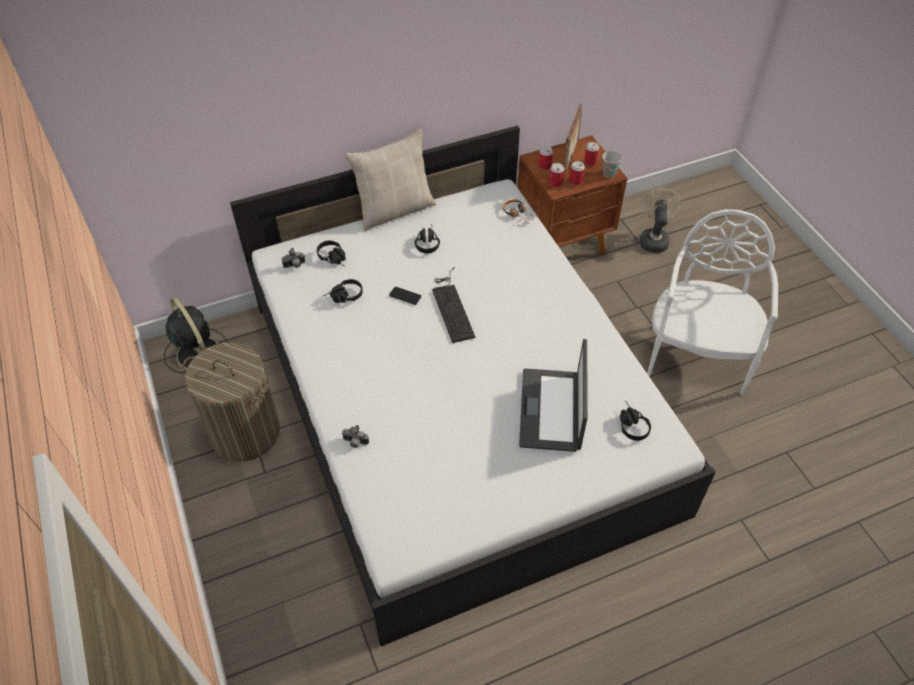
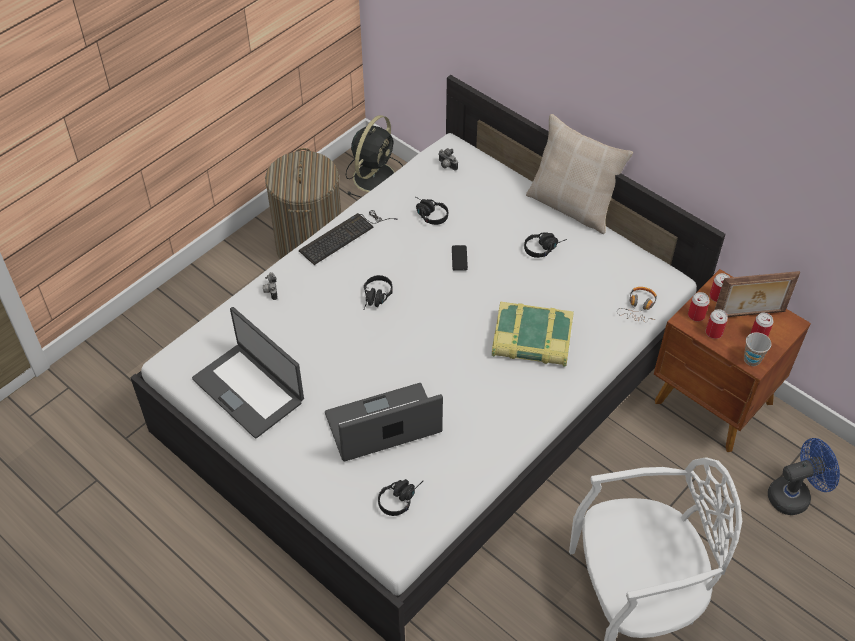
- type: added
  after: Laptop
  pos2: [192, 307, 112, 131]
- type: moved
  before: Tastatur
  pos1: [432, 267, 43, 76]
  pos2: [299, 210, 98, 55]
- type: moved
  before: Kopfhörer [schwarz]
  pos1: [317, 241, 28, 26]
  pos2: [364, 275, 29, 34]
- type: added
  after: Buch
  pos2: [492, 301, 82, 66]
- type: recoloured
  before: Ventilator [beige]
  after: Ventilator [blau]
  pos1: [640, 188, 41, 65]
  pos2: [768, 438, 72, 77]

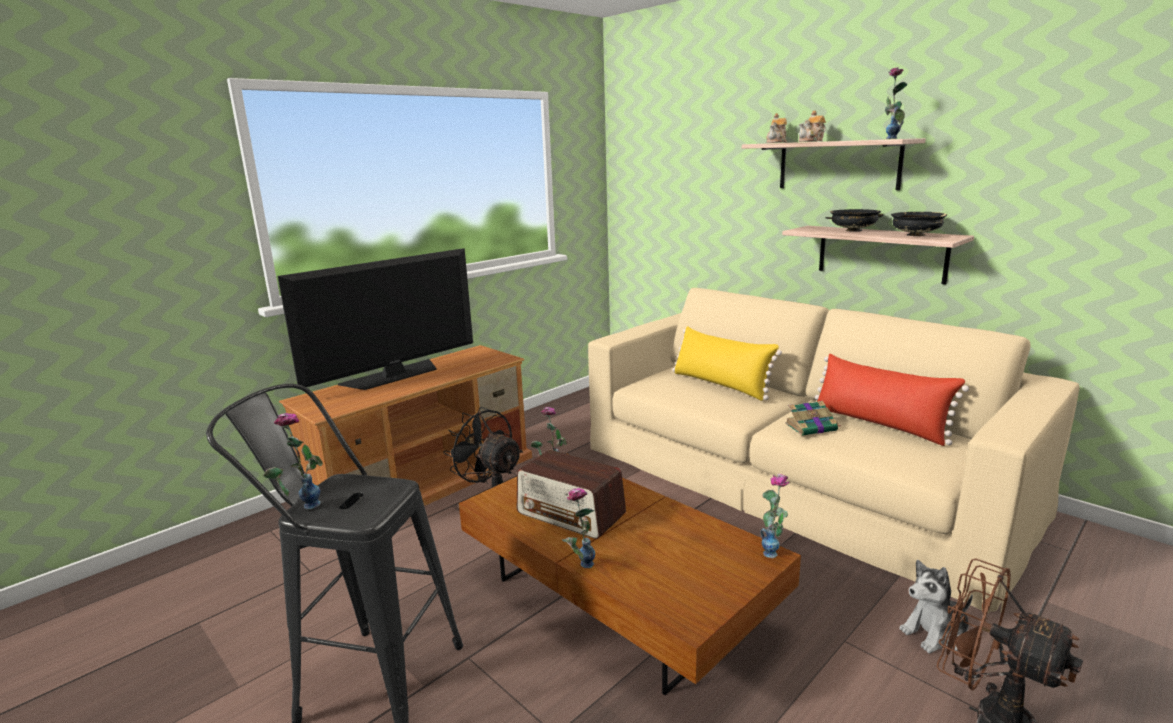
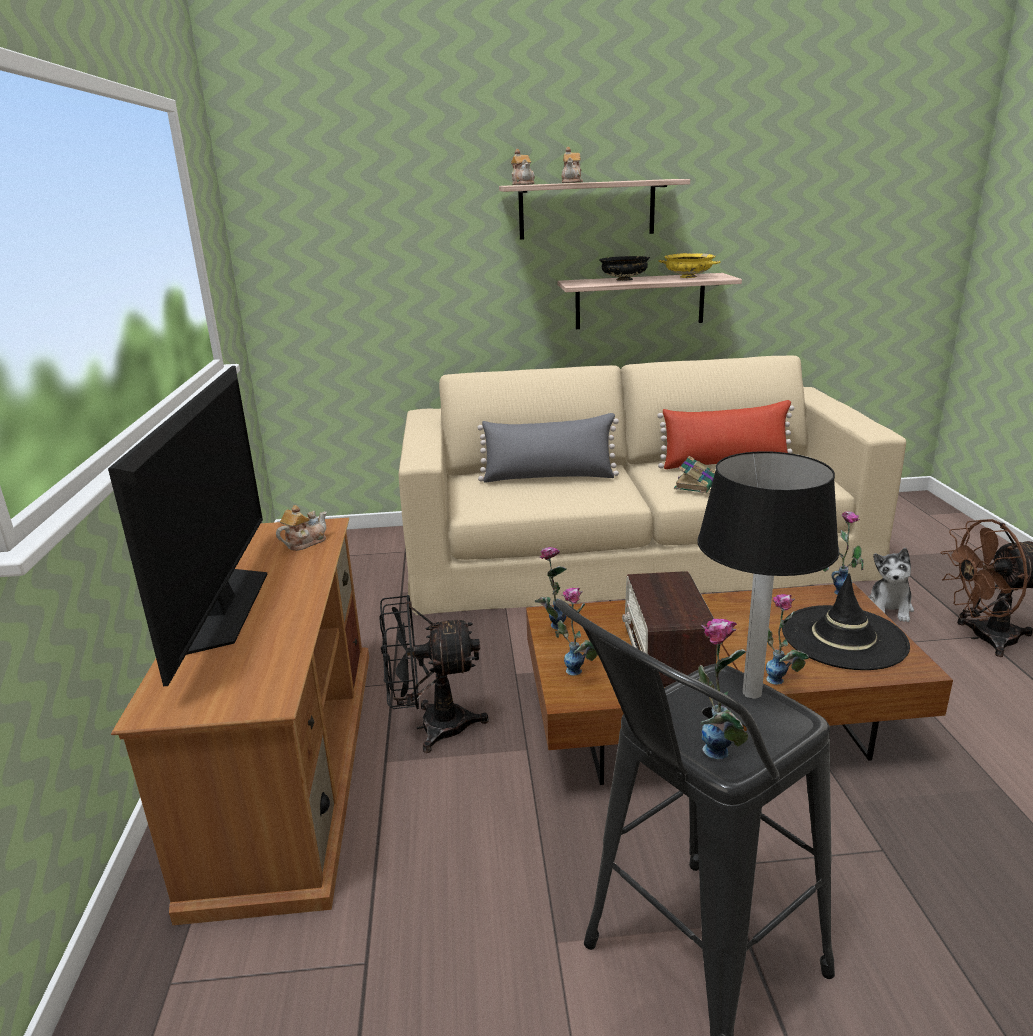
- type: added
  after: Teekanne
  pos2: [276, 505, 51, 46]
- type: recoloured
  before: Kissen [gelb]
  after: Kissen [grau]
  pos1: [672, 326, 110, 75]
  pos2: [477, 413, 142, 69]
- type: moved
  before: Vase
  pos1: [885, 67, 22, 72]
  pos2: [555, 588, 43, 88]
- type: turned
  before: Radio
  pos1: [517, 450, 109, 89]
  pos2: [622, 571, 95, 116]
  turn: 105
- type: recoloured
  before: Schüssel [schwarz]
  after: Schüssel [gelb]
  pos1: [891, 212, 56, 24]
  pos2: [659, 253, 62, 25]
- type: added
  after: Tischlampe
  pos2: [697, 451, 142, 248]
- type: added
  after: Hut [schwarz]
  pos2: [782, 573, 128, 97]

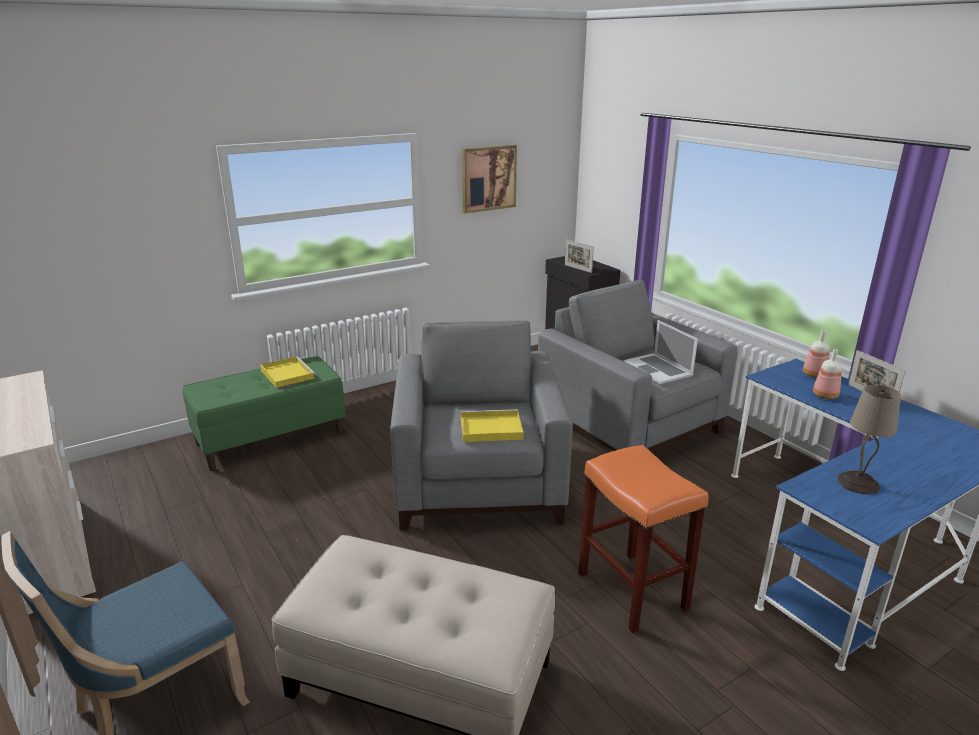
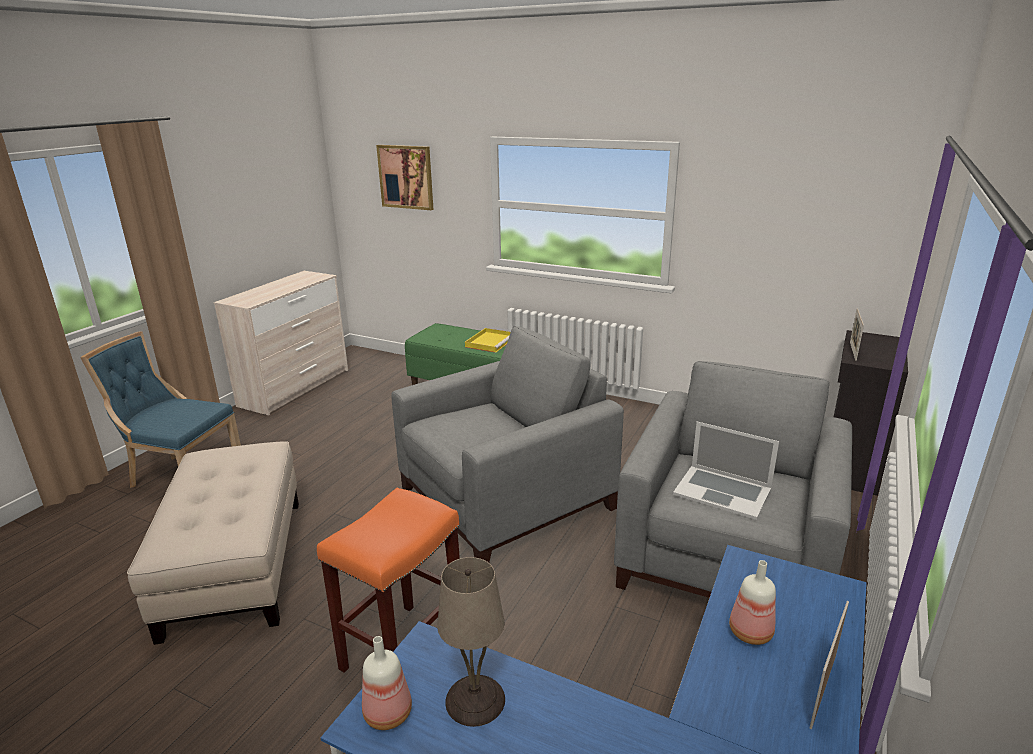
- type: moved
  before: Flasche
  pos1: [803, 331, 27, 47]
  pos2: [362, 636, 50, 94]
- type: moved
  before: Bild
  pos1: [462, 145, 55, 69]
  pos2: [376, 145, 58, 65]
- type: turned
  before: Laptop
  pos1: [623, 320, 75, 64]
  pos2: [673, 421, 106, 99]
  turn: -90
- type: removed
  before: Tablett [gelb]
  pos1: [461, 409, 63, 33]

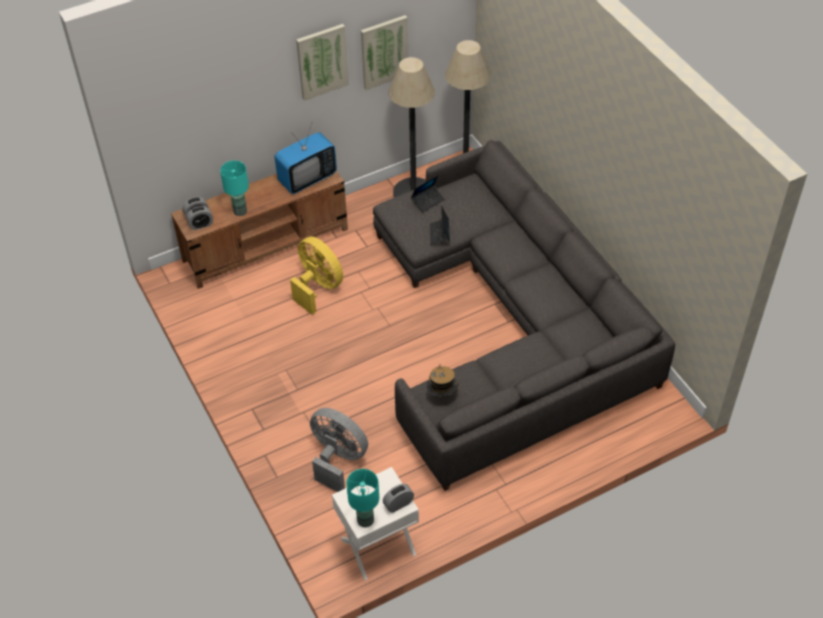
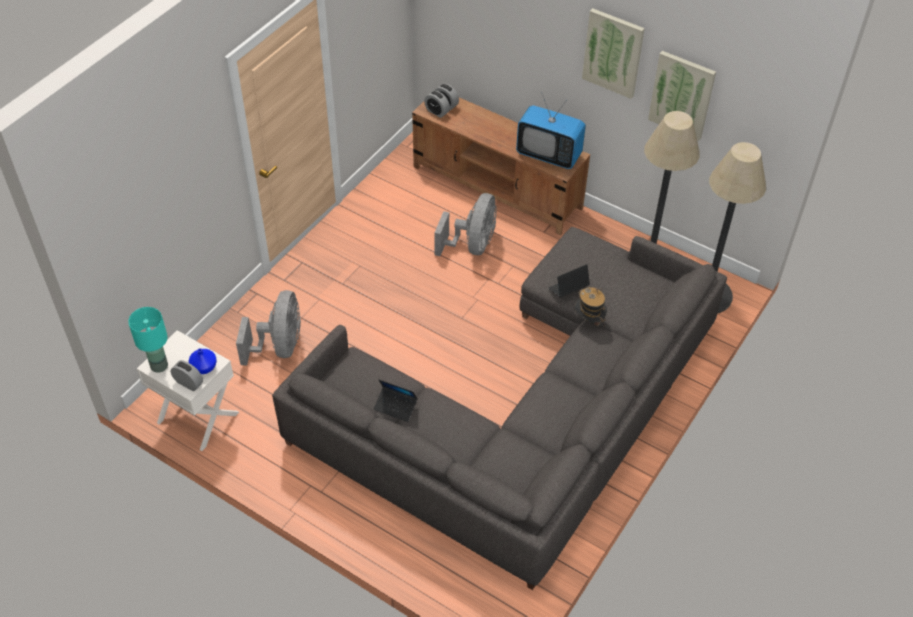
- type: added
  after: Vase [blau]
  pos2: [189, 348, 28, 26]
- type: moved
  before: Laptop
  pos1: [411, 176, 34, 37]
  pos2: [374, 380, 44, 42]
- type: recoloured
  before: Ventilator [gelb]
  after: Ventilator [grau]
  pos1: [290, 237, 53, 78]
  pos2: [434, 193, 63, 63]
- type: moved
  before: Hut
  pos1: [426, 365, 33, 32]
  pos2: [574, 287, 33, 40]
- type: removed
  before: Tischlampe [türkis]
  pos1: [220, 160, 29, 56]

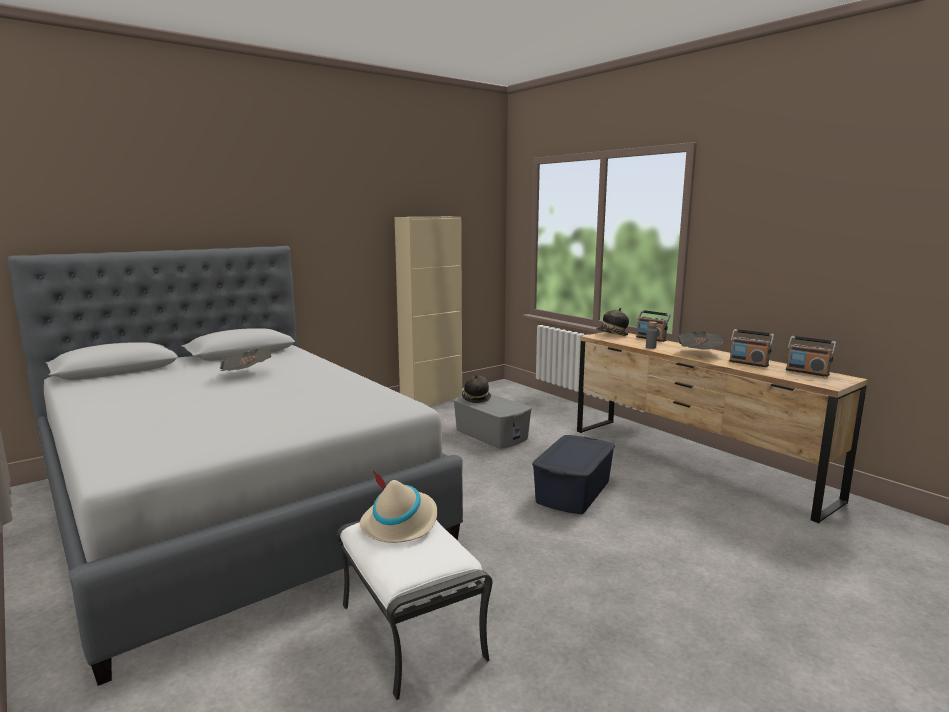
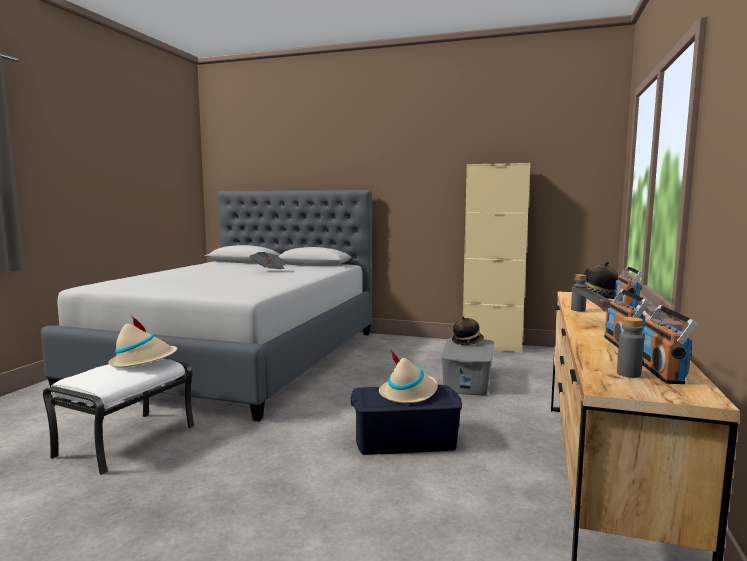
- type: added
  after: Hut [beige]
  pos2: [379, 351, 59, 52]
- type: added
  after: Flasche [grau]
  pos2: [617, 317, 27, 61]

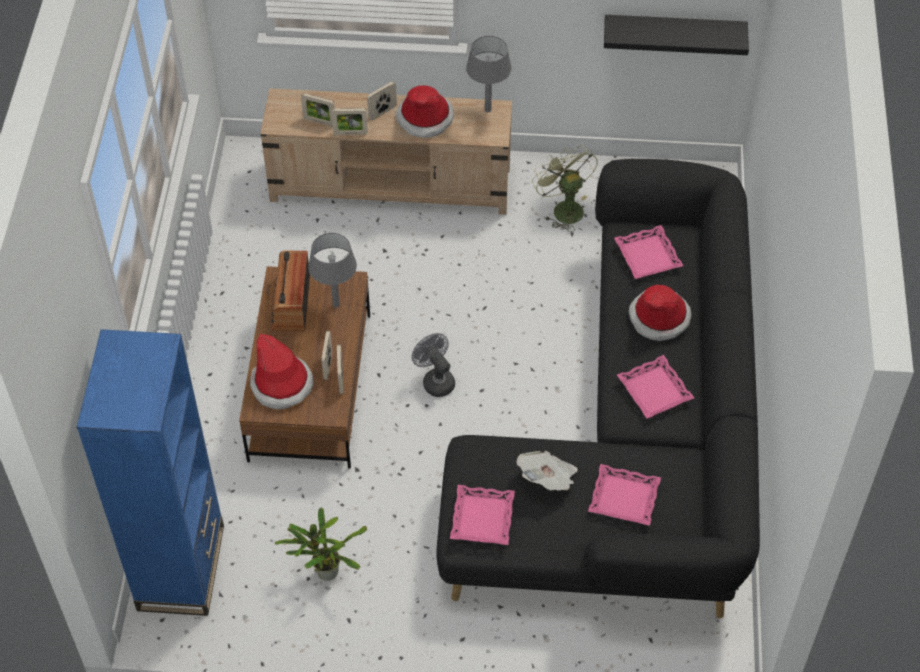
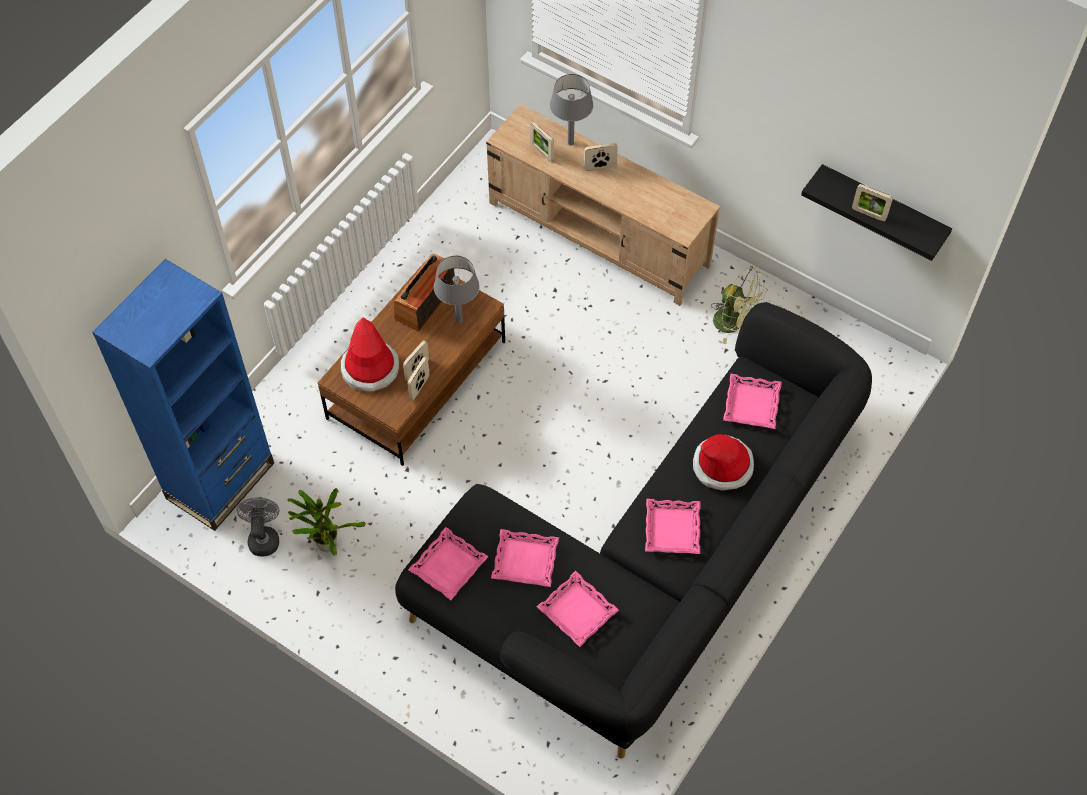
- type: moved
  before: Ventilator [grau]
  pos1: [412, 333, 43, 64]
  pos2: [237, 497, 42, 60]
- type: replaced
  before: Zeitung
  after: Tablett [rosa]
  pos1: [516, 451, 62, 39]
  pos2: [491, 529, 68, 58]
- type: moved
  before: Tischlampe [grau]
  pos1: [466, 36, 45, 76]
  pos2: [550, 74, 43, 71]
- type: turned
  before: Ventilator [grün]
  pos1: [532, 144, 66, 88]
  pos2: [711, 266, 57, 78]
  turn: 120
- type: moved
  before: Bilderrahmen
  pos1: [332, 108, 36, 27]
  pos2: [852, 184, 41, 37]
- type: removed
  before: Hut
  pos1: [396, 85, 58, 53]

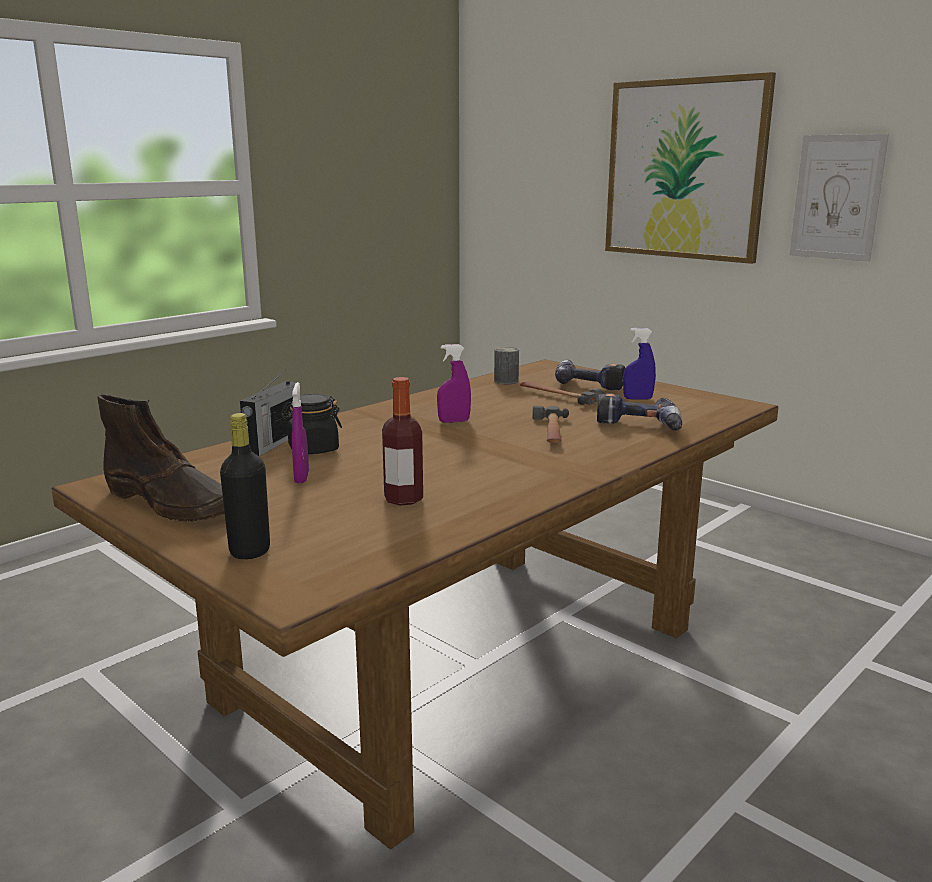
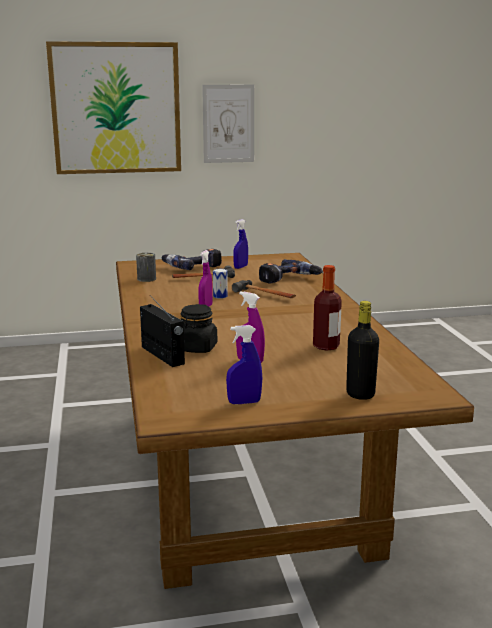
- type: added
  after: Dose
  pos2: [213, 269, 15, 30]
- type: replaced
  before: Stiefel [braun]
  after: Sprühflasche [blau]
  pos1: [97, 395, 128, 127]
  pos2: [226, 325, 36, 79]

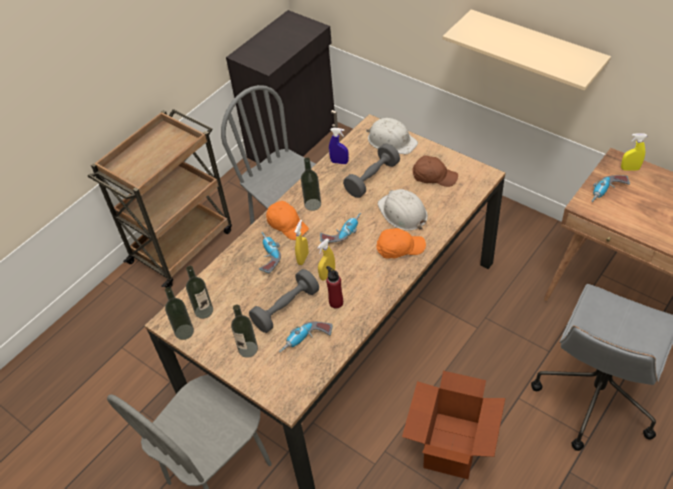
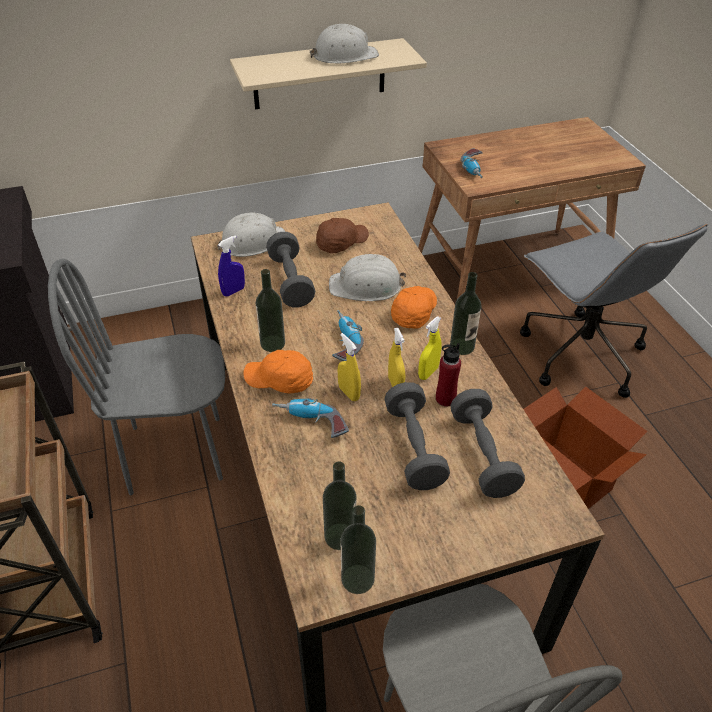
- type: turned
  before: Kappe [orange]
  pos1: [266, 201, 43, 39]
  pos2: [244, 350, 69, 43]
  turn: -150
- type: added
  after: Schutzhelm [weiß]
  pos2: [310, 24, 69, 39]
- type: moved
  before: Sprühflasche [gelb]
  pos1: [621, 133, 26, 37]
  pos2: [418, 317, 23, 63]
- type: moved
  before: Flasche
  pos1: [231, 304, 27, 54]
  pos2: [450, 272, 32, 83]
- type: replaced
  before: Bohrmaschine
  after: Hantel [grau]
  pos1: [279, 322, 53, 31]
  pos2: [450, 389, 75, 109]

